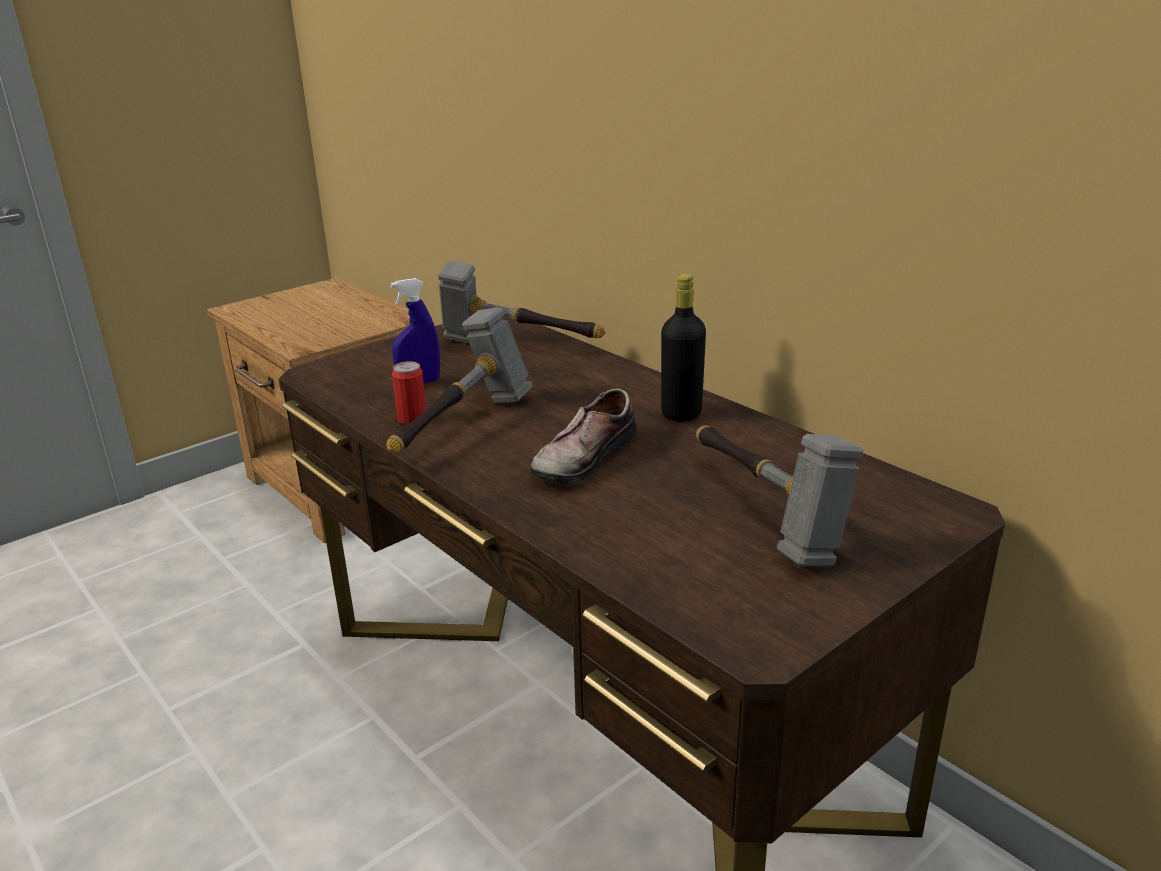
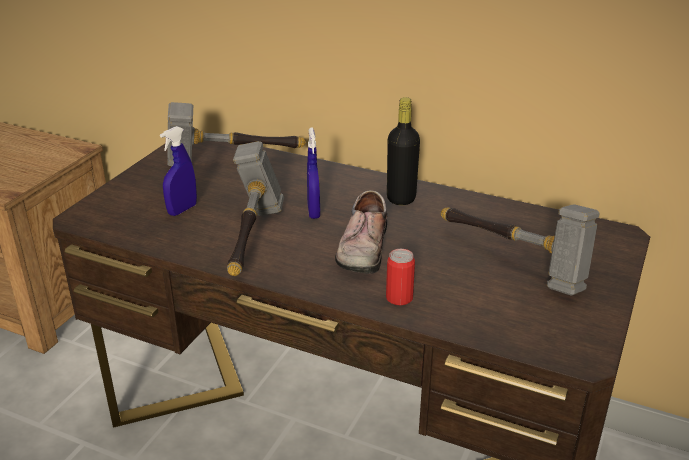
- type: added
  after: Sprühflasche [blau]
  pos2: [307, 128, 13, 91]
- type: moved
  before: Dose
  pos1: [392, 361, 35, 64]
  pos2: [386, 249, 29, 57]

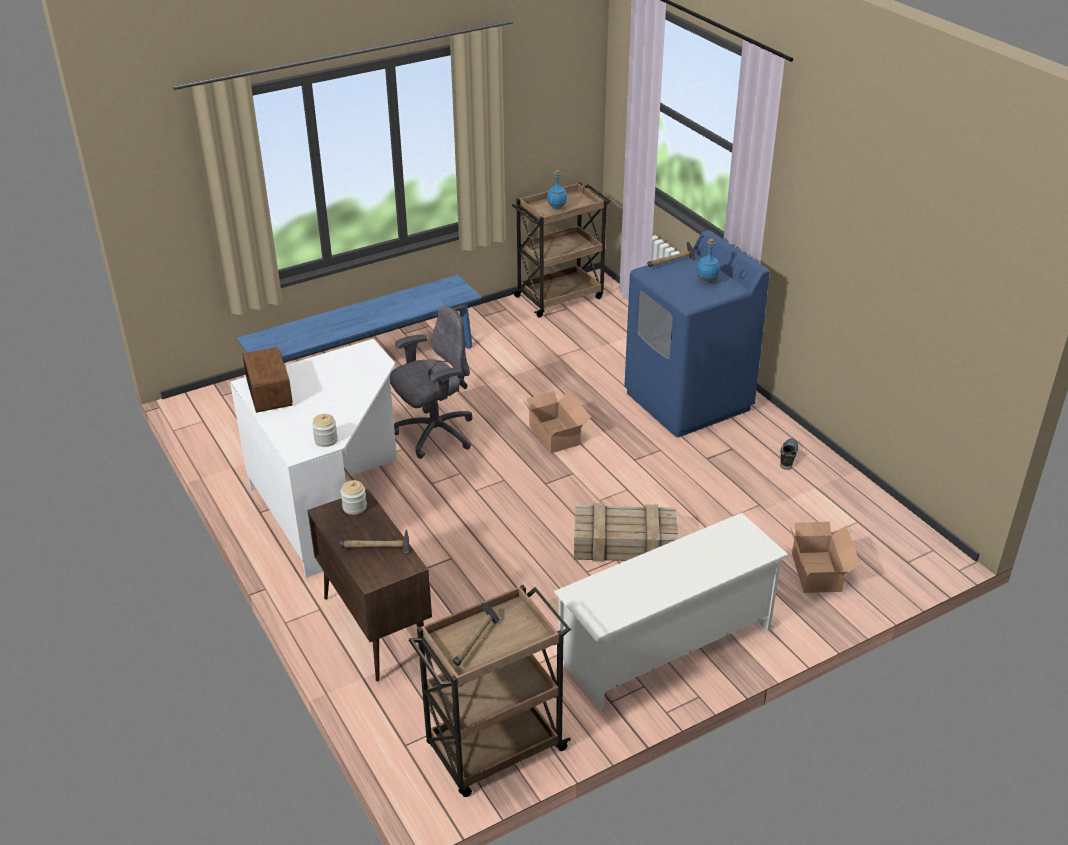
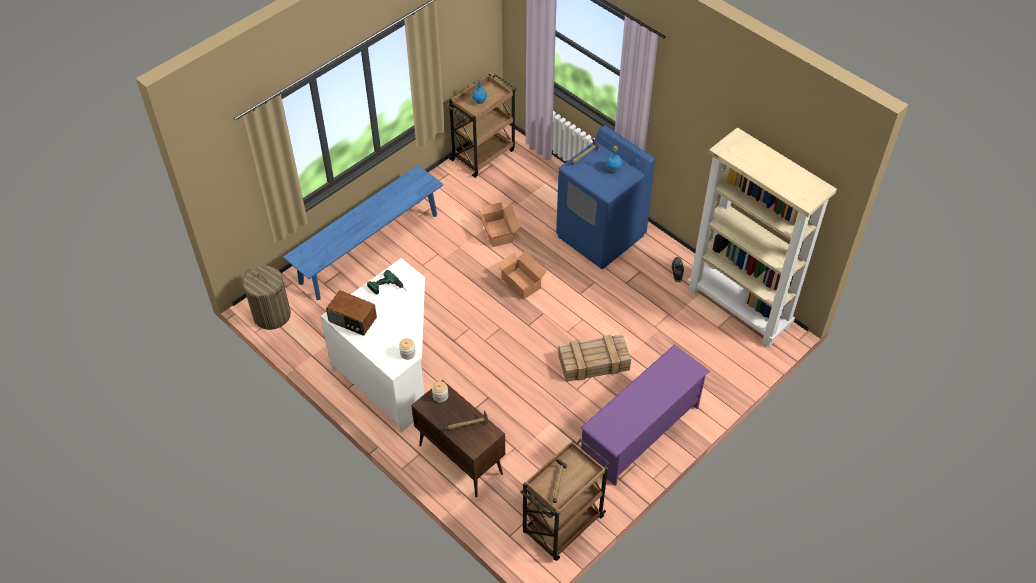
- type: added
  after: Wäschekorb
  pos2: [243, 266, 48, 64]
- type: turned
  before: Radio
  pos1: [242, 347, 51, 66]
  pos2: [326, 290, 51, 46]
  turn: 150
- type: added
  after: Bohrmaschine
  pos2: [367, 270, 36, 25]
- type: moved
  before: Karton
  pos1: [789, 522, 72, 71]
  pos2: [479, 202, 41, 45]
- type: recoloured
  before: Schuhregal [weiß]
  after: Schuhregal [lila]
  pos1: [554, 513, 235, 197]
  pos2: [581, 344, 129, 142]
- type: added
  after: Bücherregal [beige]
  pos2: [687, 127, 150, 220]
- type: removed
  before: Bürostuhl [grau]
  pos1: [390, 305, 83, 154]

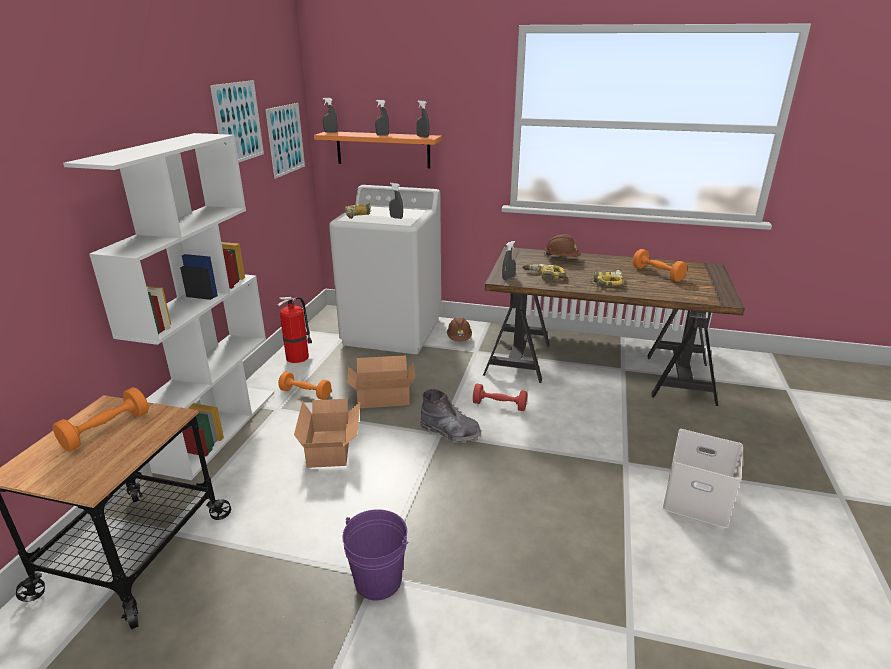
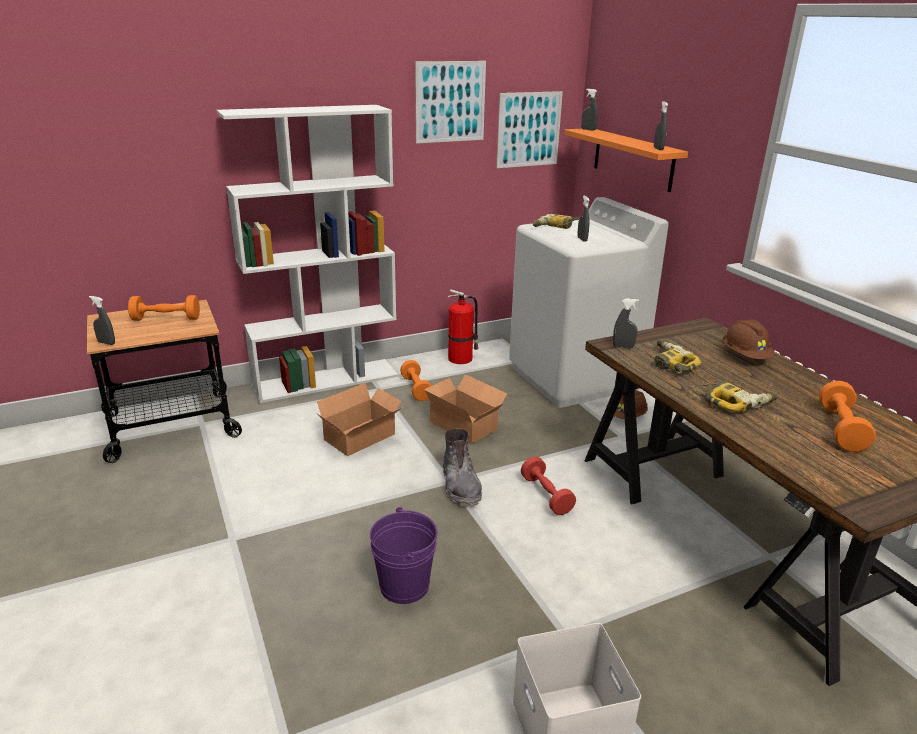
- type: moved
  before: Sprühflasche [grau]
  pos1: [375, 100, 14, 36]
  pos2: [89, 296, 26, 49]
- type: moved
  before: Eimer [lila]
  pos1: [342, 509, 67, 91]
  pos2: [370, 507, 68, 97]

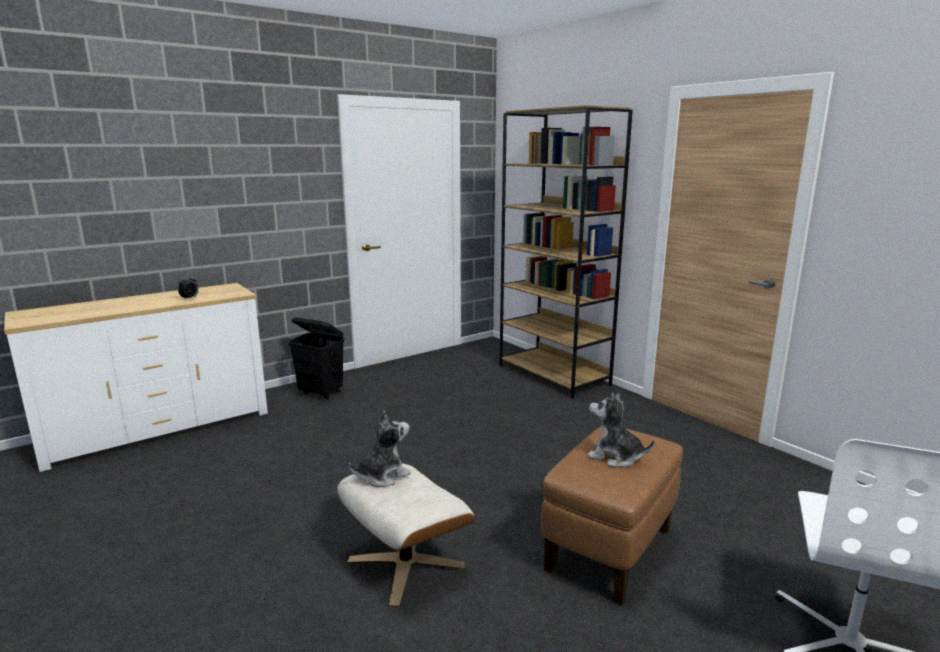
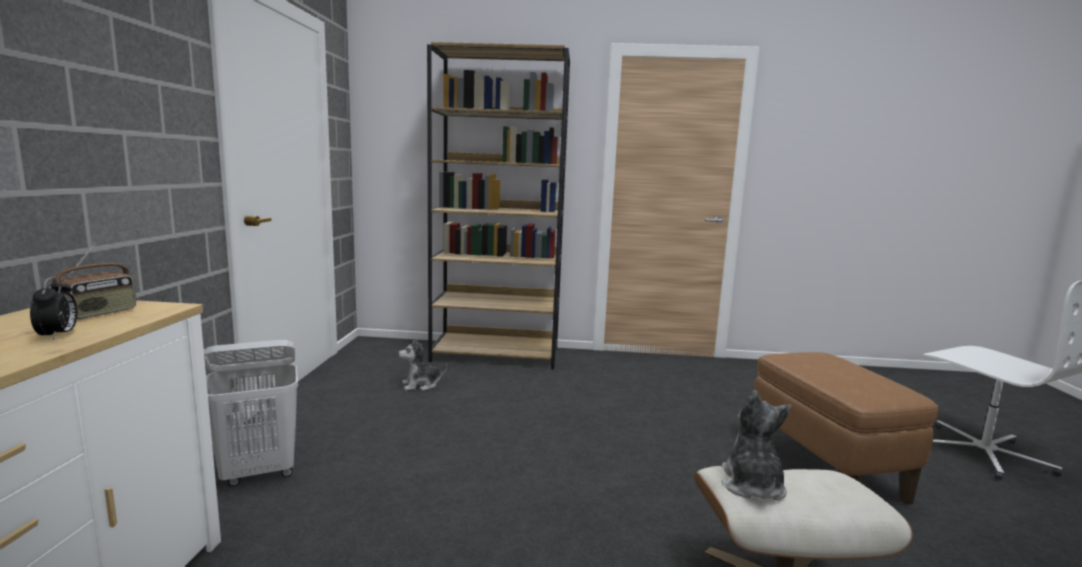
- type: added
  after: Radio
  pos2: [52, 243, 84, 77]
- type: recoloured
  before: Wäschekorb [schwarz]
  after: Wäschekorb [weiß]
  pos1: [289, 317, 55, 83]
  pos2: [204, 340, 94, 146]
- type: moved
  before: Plüschtier
  pos1: [588, 393, 67, 75]
  pos2: [398, 339, 49, 52]

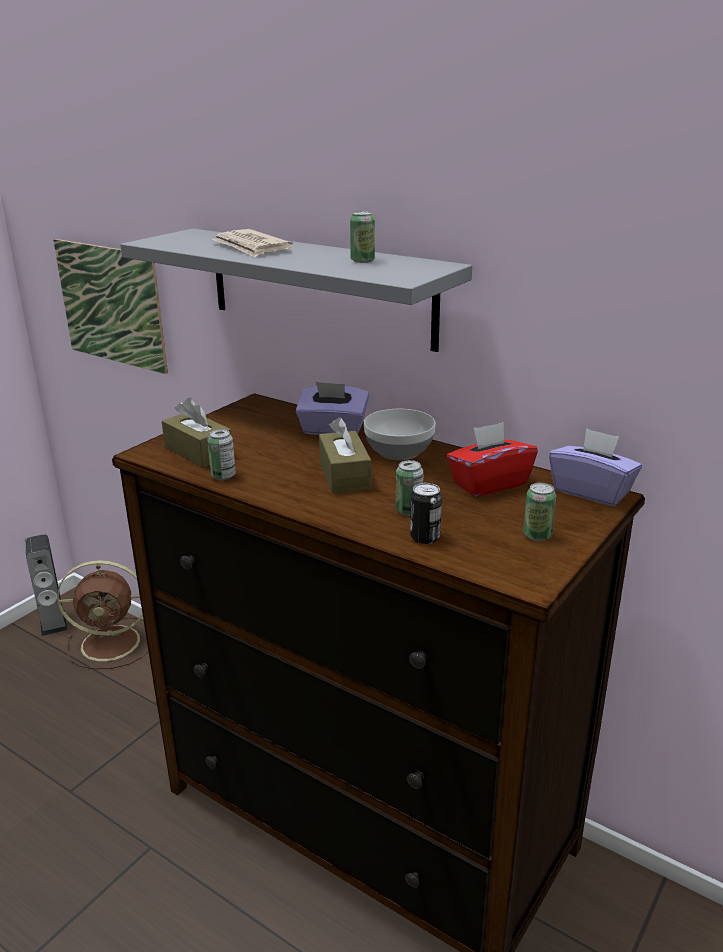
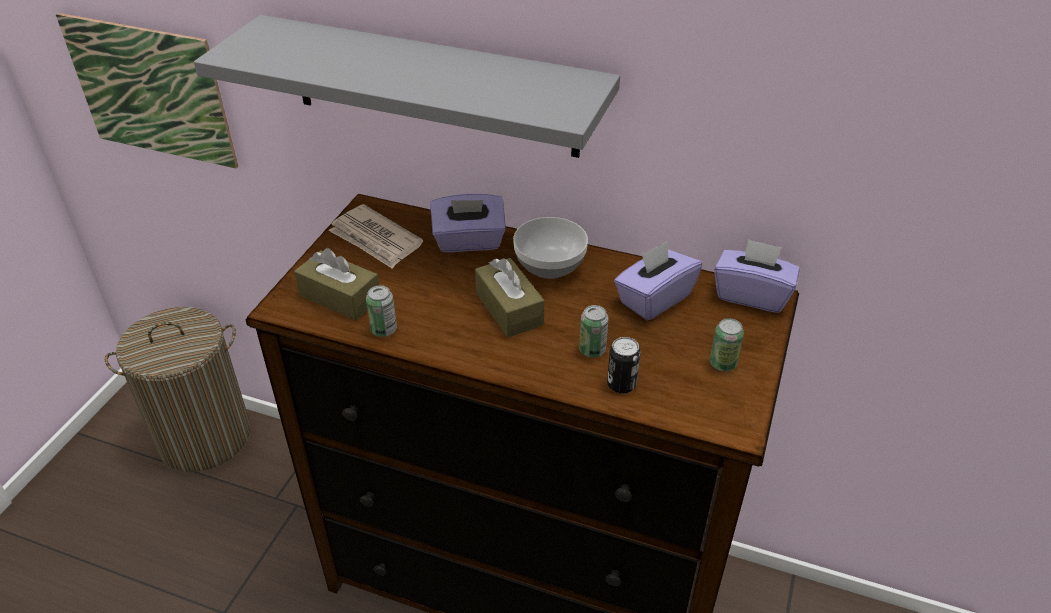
- type: replaced
  before: Ventilator [braun]
  after: Wäschekorb
  pos1: [57, 560, 91, 109]
  pos2: [105, 307, 145, 165]
- type: moved
  before: Zeitung
  pos1: [211, 229, 82, 29]
  pos2: [328, 204, 95, 65]
- type: recoloured
  before: Taschentuchbox [rot]
  after: Taschentuchbox [lila]
  pos1: [447, 422, 91, 75]
  pos2: [614, 241, 88, 79]
- type: removed
  before: Lautsprecher
  pos1: [25, 534, 43, 102]
- type: removed
  before: Dose
  pos1: [350, 211, 25, 52]

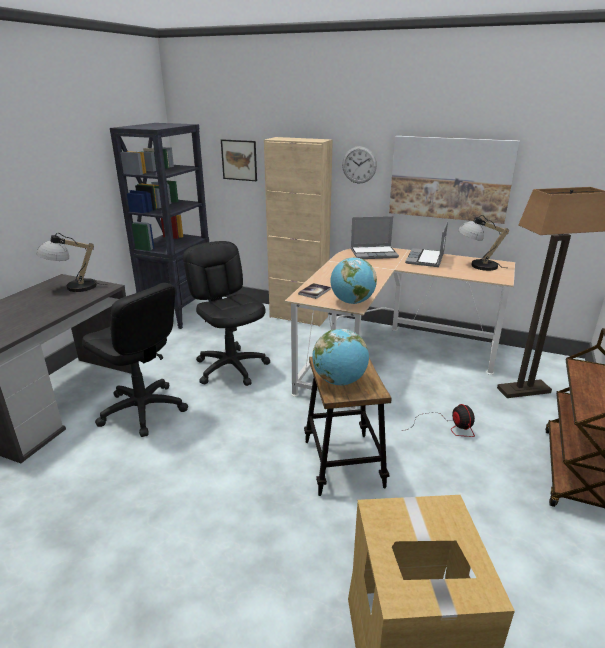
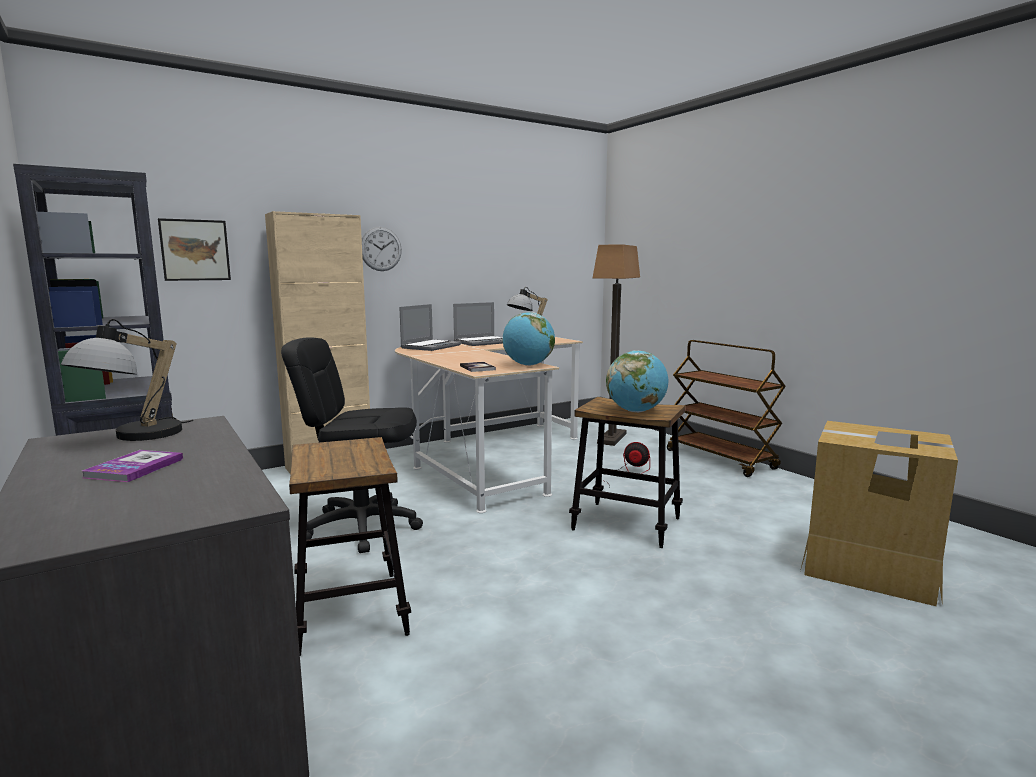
- type: added
  after: Buch
  pos2: [82, 450, 101, 32]
- type: replaced
  before: Bürostuhl [schwarz]
  after: Hocker
  pos1: [82, 283, 106, 154]
  pos2: [289, 437, 122, 219]
- type: turned
  before: Laptop
  pos1: [405, 221, 43, 46]
  pos2: [453, 302, 50, 44]
  turn: -90
- type: removed
  before: Bild
  pos1: [389, 136, 131, 88]

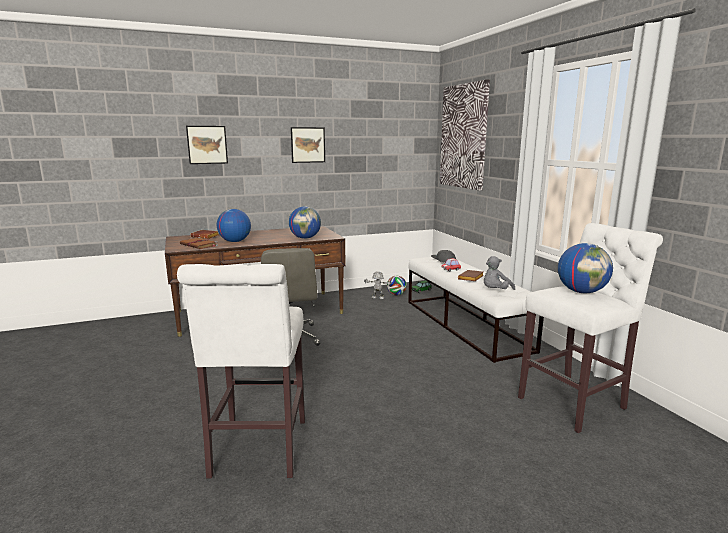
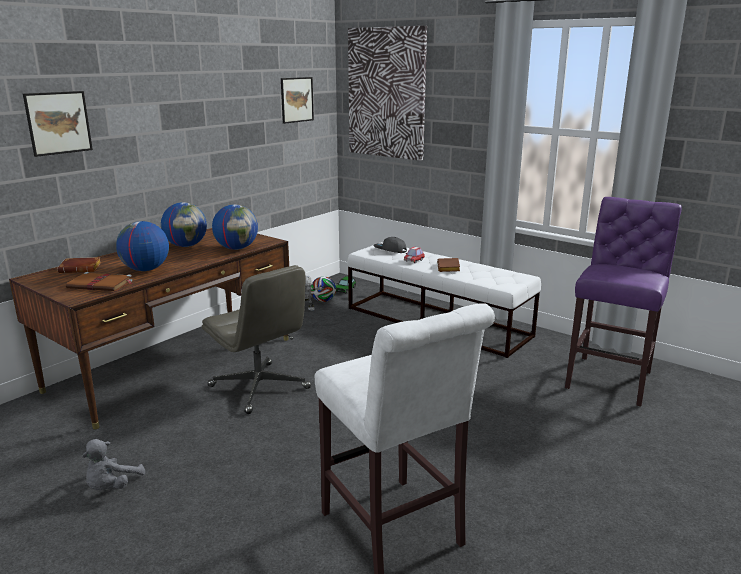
- type: moved
  before: Plüschtier [grau]
  pos1: [484, 256, 31, 34]
  pos2: [82, 439, 63, 51]
- type: moved
  before: Globus
  pos1: [558, 243, 55, 50]
  pos2: [161, 202, 46, 45]
- type: moved
  before: Bild
  pos1: [291, 127, 34, 36]
  pos2: [281, 77, 33, 47]
- type: recoloured
  before: Hocker [weiß]
  after: Hocker [lila]
  pos1: [518, 223, 145, 210]
  pos2: [565, 197, 117, 209]

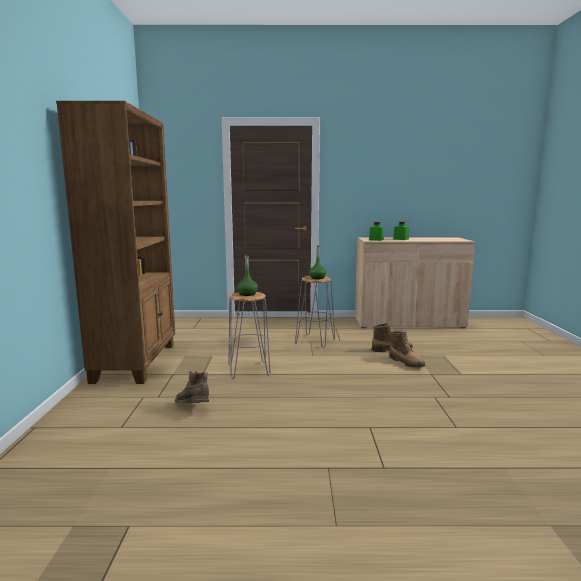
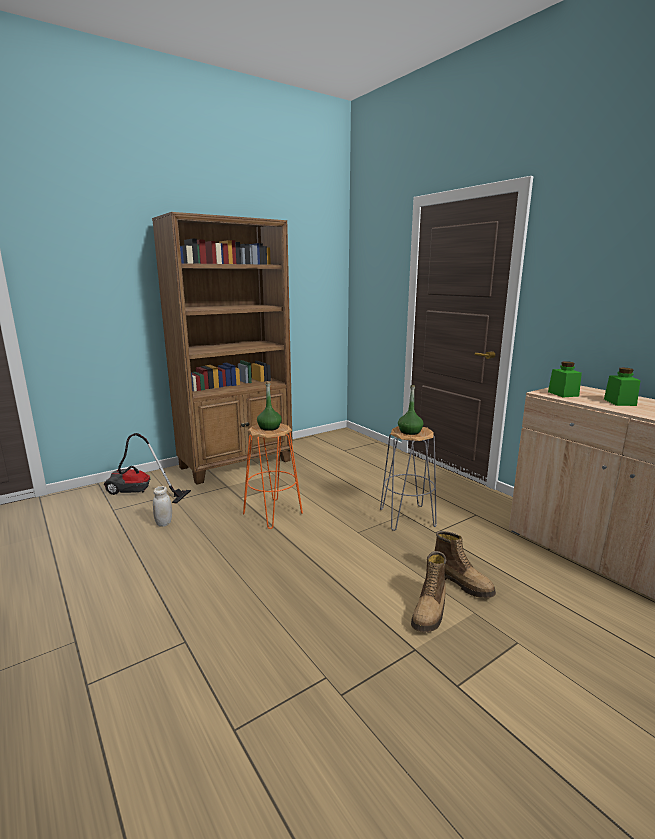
- type: added
  after: Staubsauger
  pos2: [104, 433, 87, 71]
- type: replaced
  before: Stiefel [braun]
  after: Vorratsglas [weiß]
  pos1: [175, 371, 34, 32]
  pos2: [153, 486, 19, 41]
- type: recoloured
  before: Hocker [grau]
  after: Hocker [orange]
  pos1: [228, 292, 43, 87]
  pos2: [243, 423, 60, 106]

